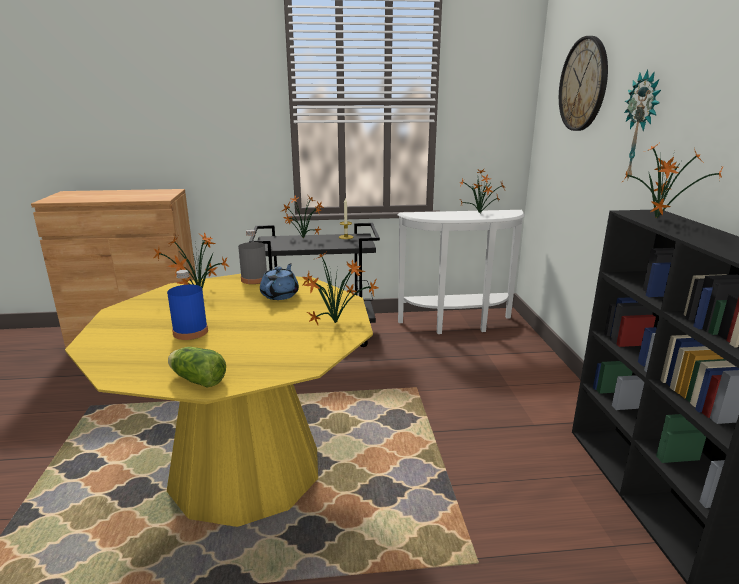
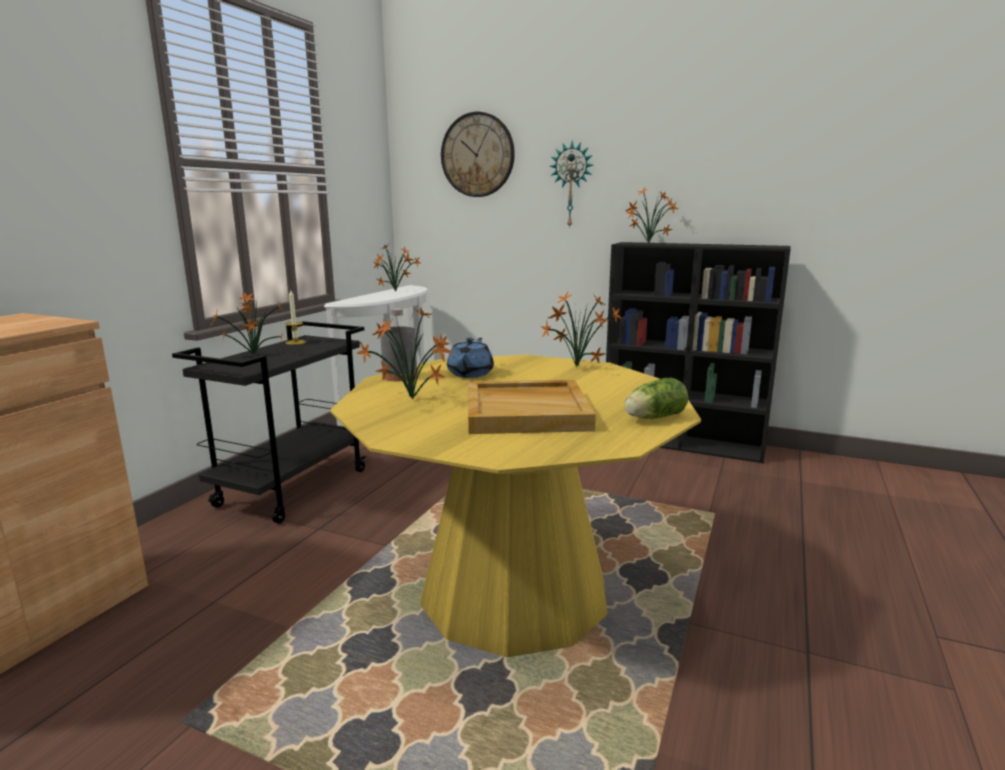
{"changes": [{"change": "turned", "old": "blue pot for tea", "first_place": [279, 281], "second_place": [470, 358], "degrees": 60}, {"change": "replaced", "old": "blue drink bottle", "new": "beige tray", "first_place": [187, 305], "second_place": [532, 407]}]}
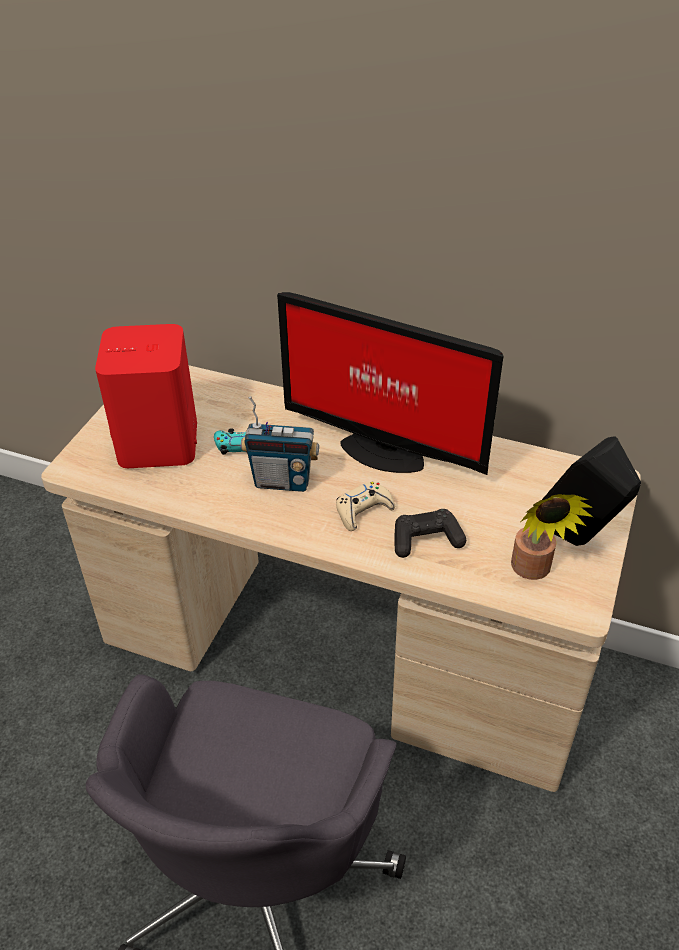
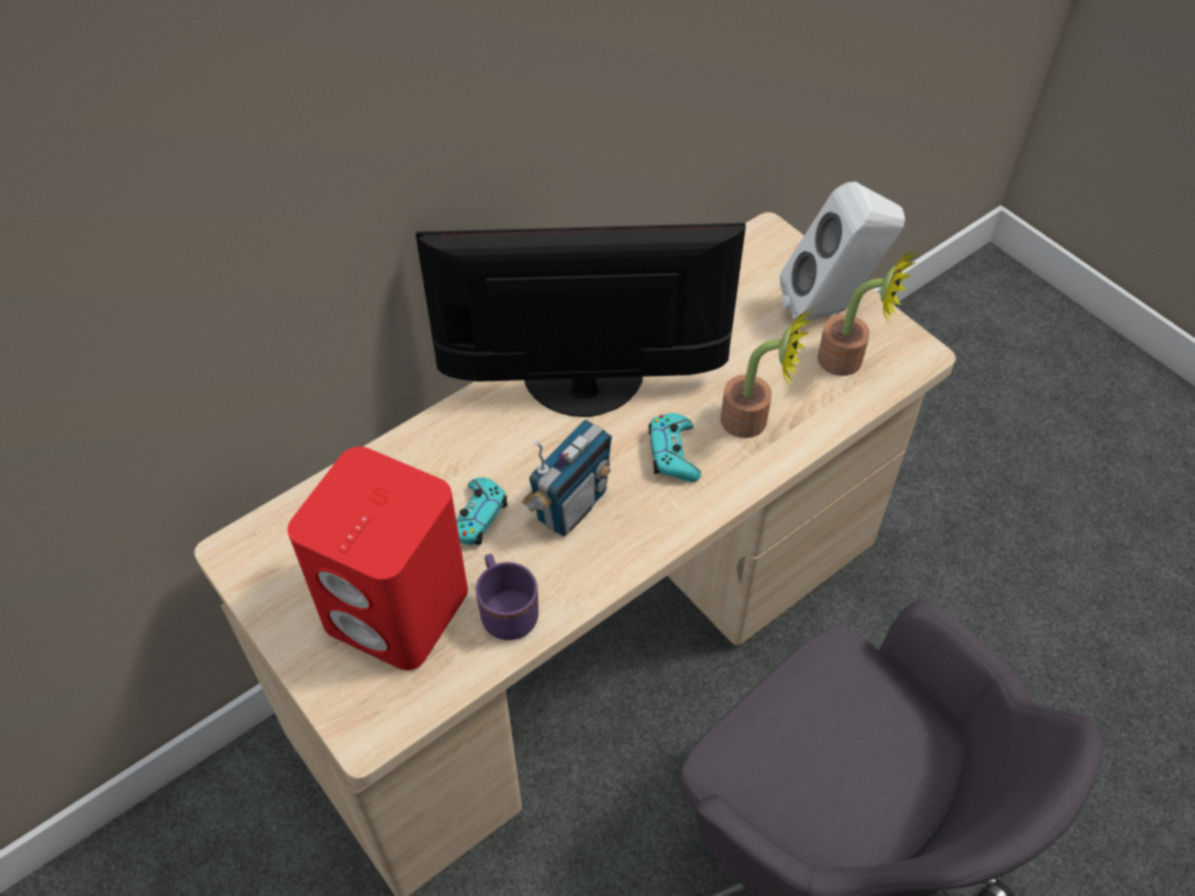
{"changes": [{"change": "turned", "old": "monitor", "first_place": [390, 383], "second_place": [581, 320], "degrees": -150}, {"change": "recoloured", "old": "black-coloured audio speaker", "new": "white audio speaker", "first_place": [591, 491], "second_place": [842, 251]}, {"change": "recoloured", "old": "beige joypad", "new": "blue-green joypad", "first_place": [365, 506], "second_place": [675, 447]}, {"change": "replaced", "old": "black-coloured joypad", "new": "potted plant", "first_place": [430, 533], "second_place": [767, 372]}, {"change": "added", "new": "purplish coffee mug", "second_place": [507, 597]}]}
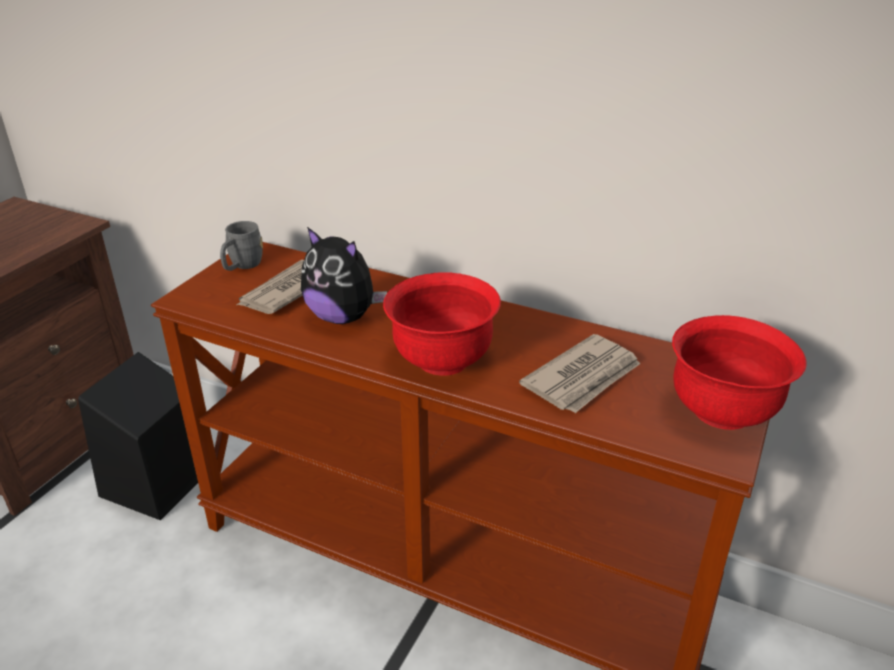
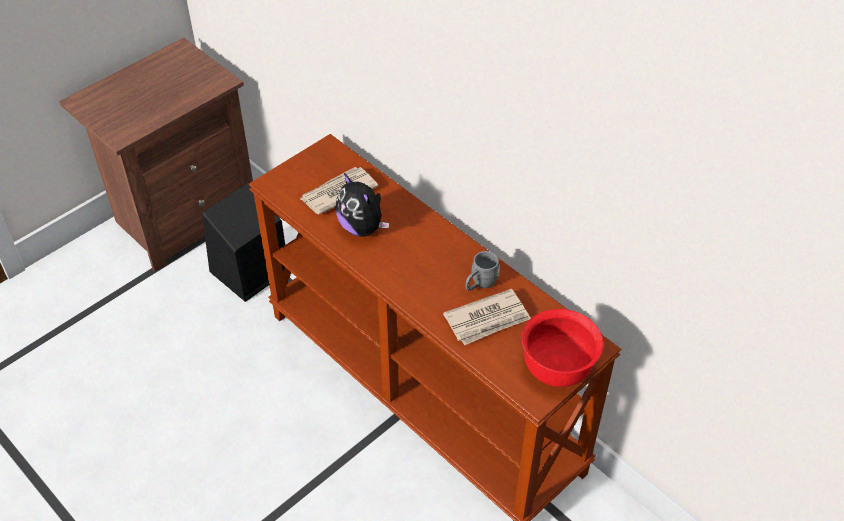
{"changes": [{"change": "moved", "old": "gray coffee mug", "first_place": [241, 246], "second_place": [482, 271]}, {"change": "removed", "old": "reddish serving bowl", "first_place": [442, 324]}]}
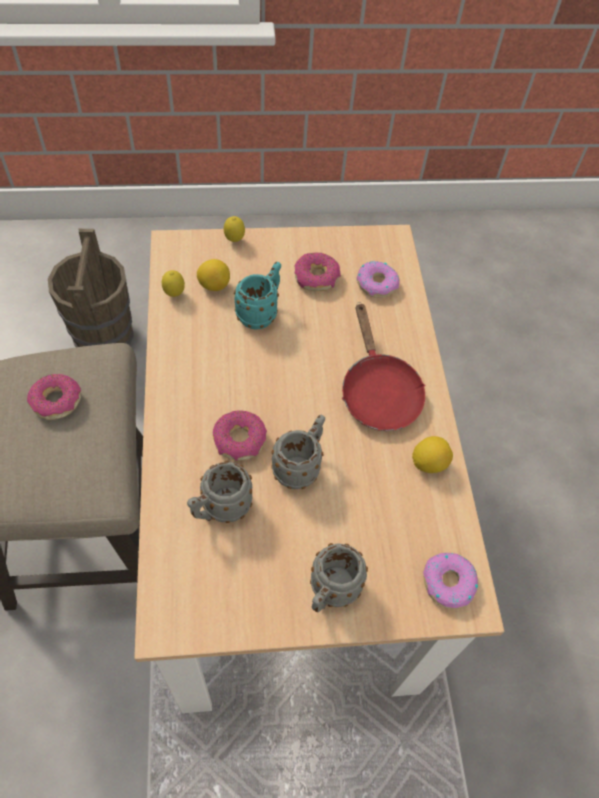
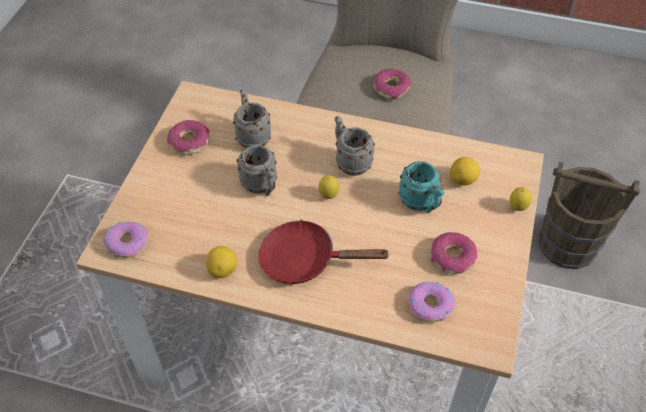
{"changes": [{"change": "moved", "old": "lemon", "first_place": [173, 283], "second_place": [329, 187]}, {"change": "moved", "old": "ring doughnut", "first_place": [240, 435], "second_place": [188, 137]}, {"change": "moved", "old": "gray coffee mug", "first_place": [339, 577], "second_place": [355, 146]}]}
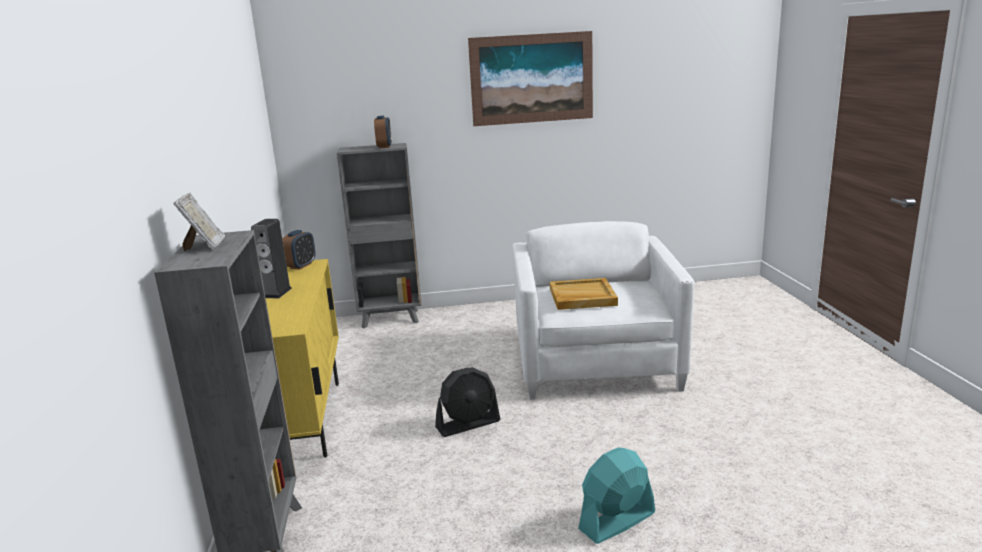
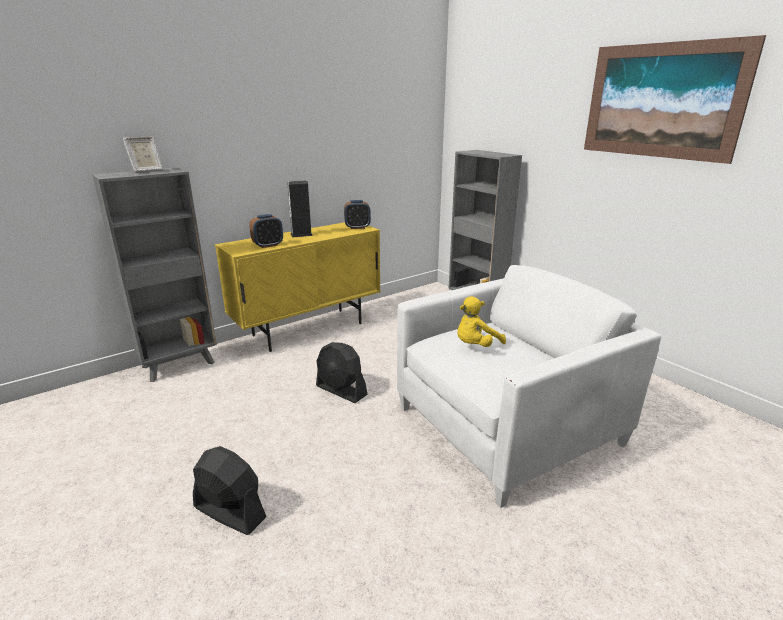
{"changes": [{"change": "moved", "old": "alarm clock", "first_place": [383, 132], "second_place": [266, 231]}, {"change": "replaced", "old": "beige tray", "new": "yellow cuddly toy", "first_place": [584, 294], "second_place": [481, 321]}, {"change": "recoloured", "old": "blue-green electric fan", "new": "black-coloured electric fan", "first_place": [616, 496], "second_place": [230, 490]}]}
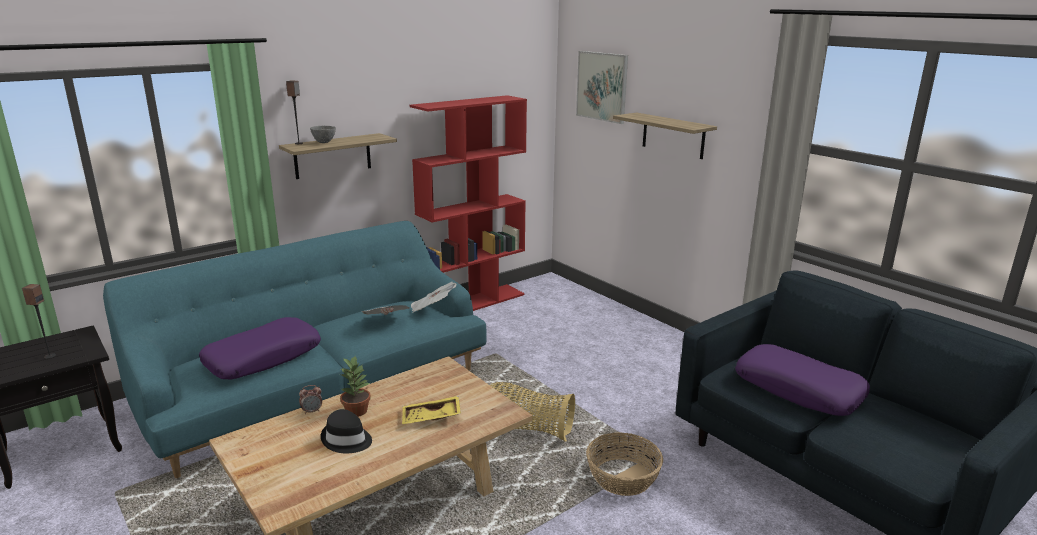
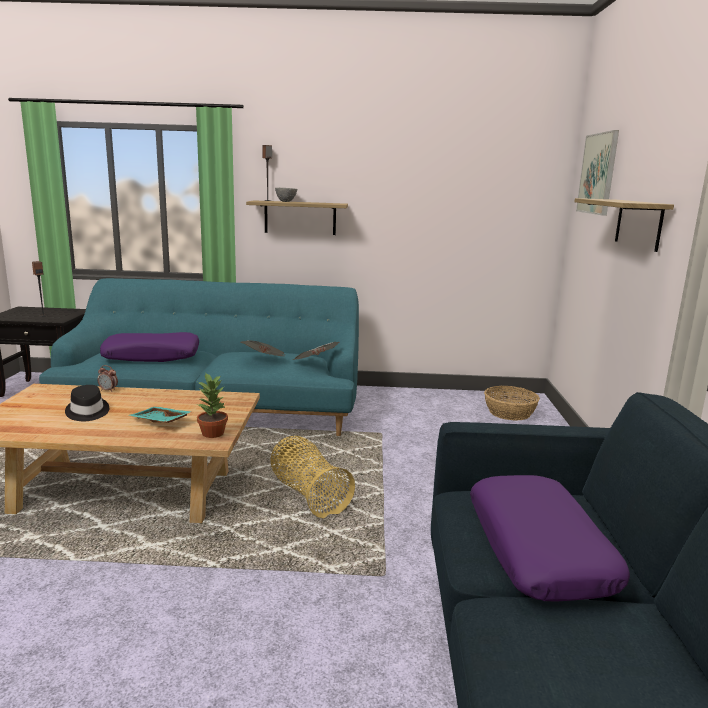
{"changes": [{"change": "removed", "old": "reddish bookshelf", "first_place": [468, 203]}, {"change": "moved", "old": "potted plant", "first_place": [355, 387], "second_place": [212, 405]}, {"change": "recoloured", "old": "yellow tray", "new": "blue-green tray", "first_place": [431, 410], "second_place": [160, 414]}, {"change": "moved", "old": "basket", "first_place": [624, 464], "second_place": [512, 403]}]}
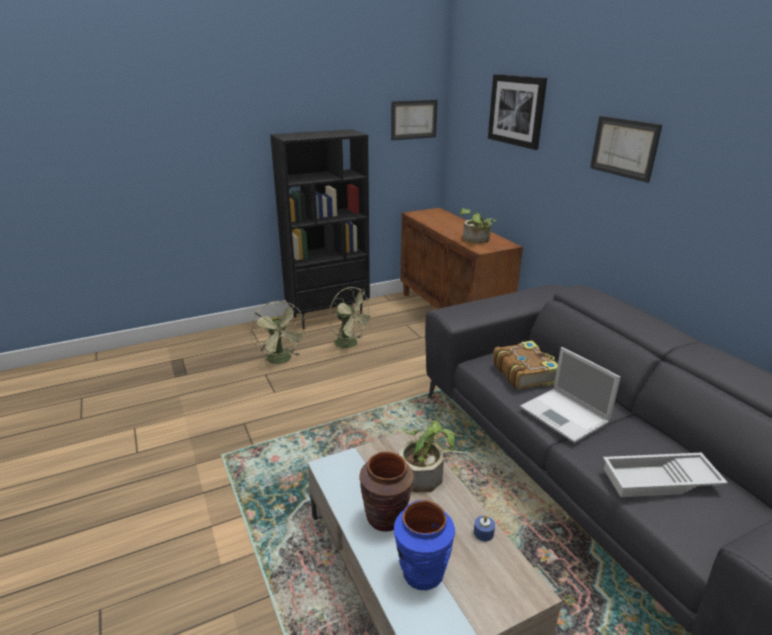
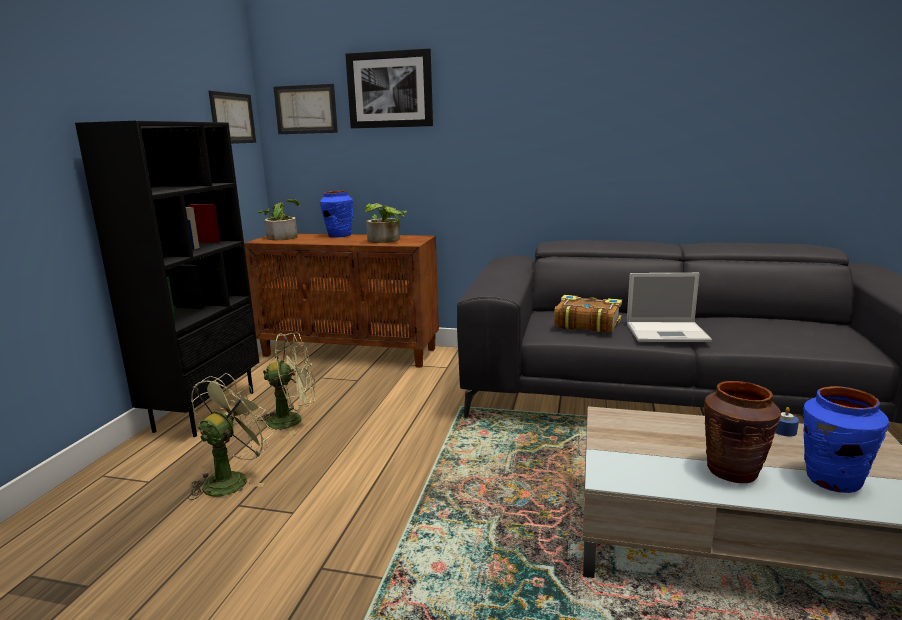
{"changes": [{"change": "moved", "old": "wall art", "first_place": [626, 149], "second_place": [305, 109]}, {"change": "turned", "old": "green-coloured electric fan", "first_place": [278, 334], "second_place": [231, 436], "degrees": -75}, {"change": "moved", "old": "potted plant", "first_place": [427, 456], "second_place": [278, 219]}, {"change": "removed", "old": "white tray", "first_place": [665, 474]}, {"change": "added", "new": "blue vase", "second_place": [336, 214]}]}
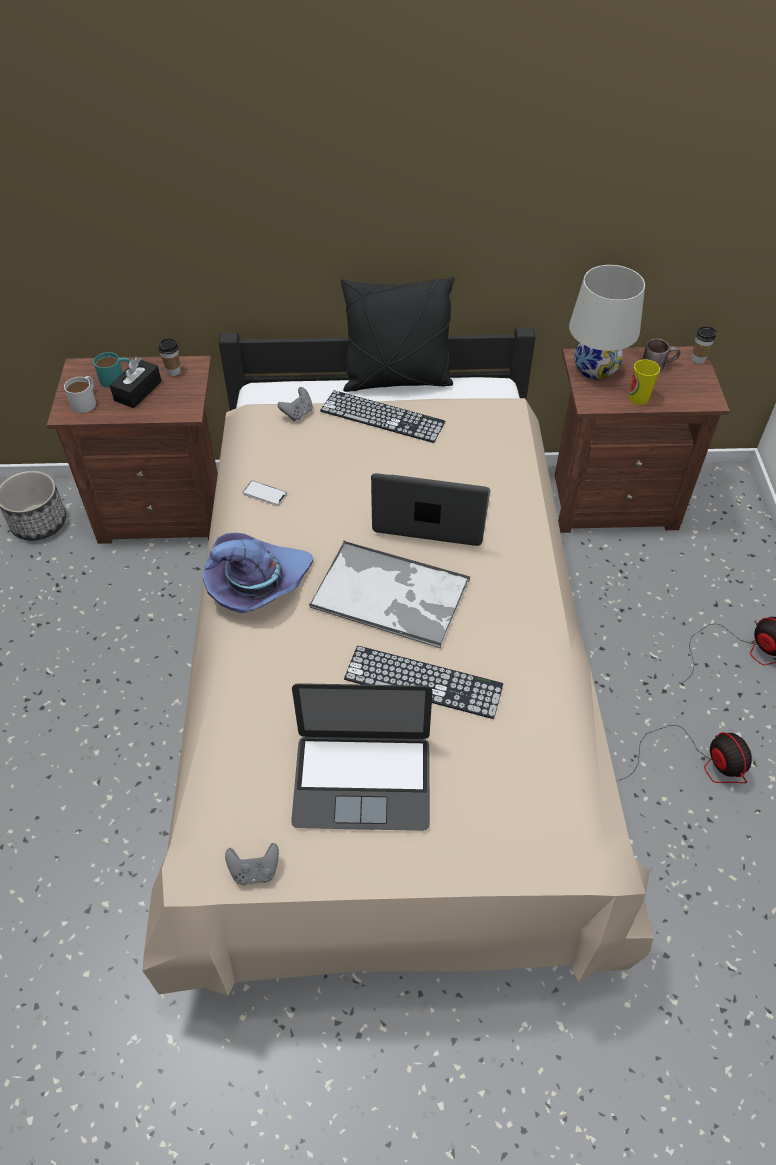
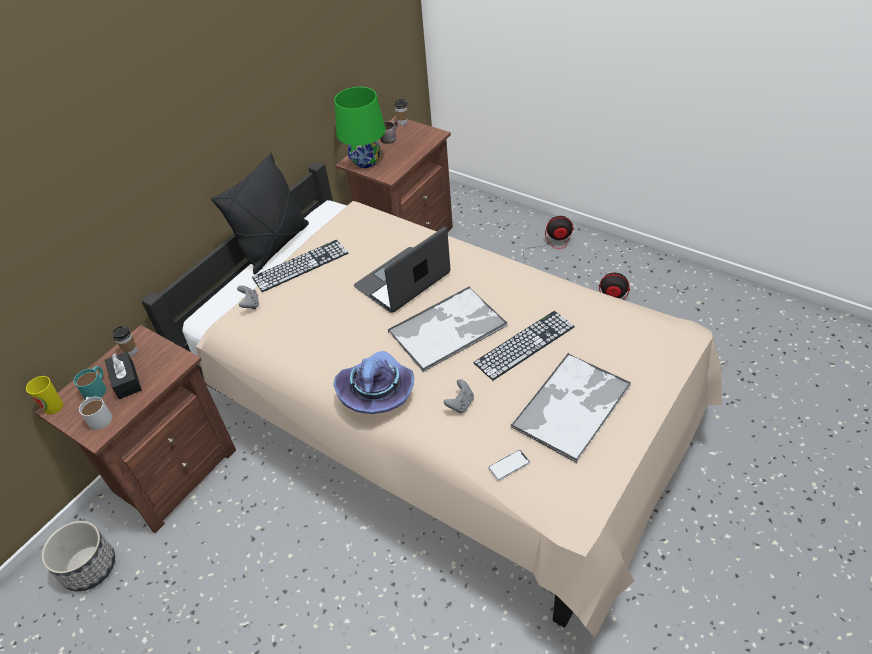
{"changes": [{"change": "recoloured", "old": "white tabletop lamp", "new": "green-coloured tabletop lamp", "first_place": [607, 322], "second_place": [359, 127]}, {"change": "moved", "old": "cup", "first_place": [644, 382], "second_place": [44, 395]}, {"change": "moved", "old": "telephone", "first_place": [265, 493], "second_place": [509, 465]}, {"change": "replaced", "old": "laptop", "new": "tray", "first_place": [362, 757], "second_place": [571, 407]}, {"change": "moved", "old": "gray joypad", "first_place": [252, 864], "second_place": [459, 396]}]}
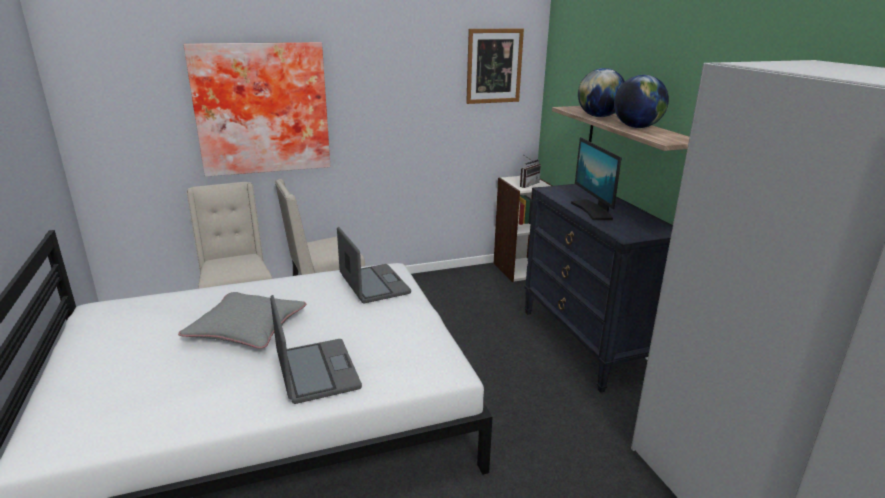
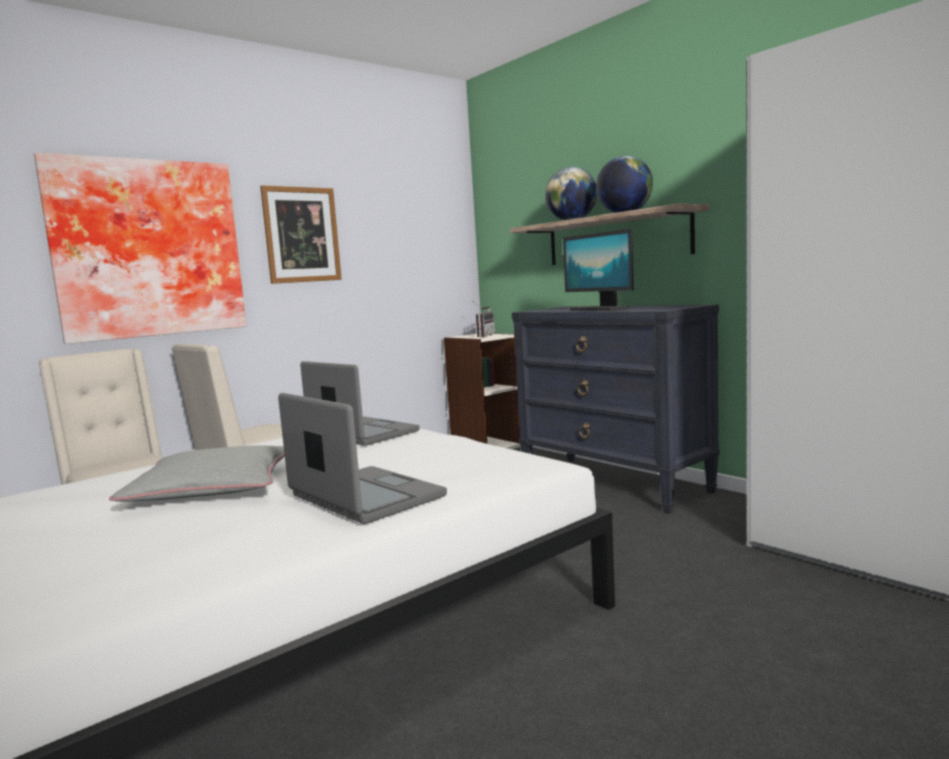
{"changes": [{"change": "moved", "old": "wall art", "first_place": [495, 66], "second_place": [301, 234]}]}
